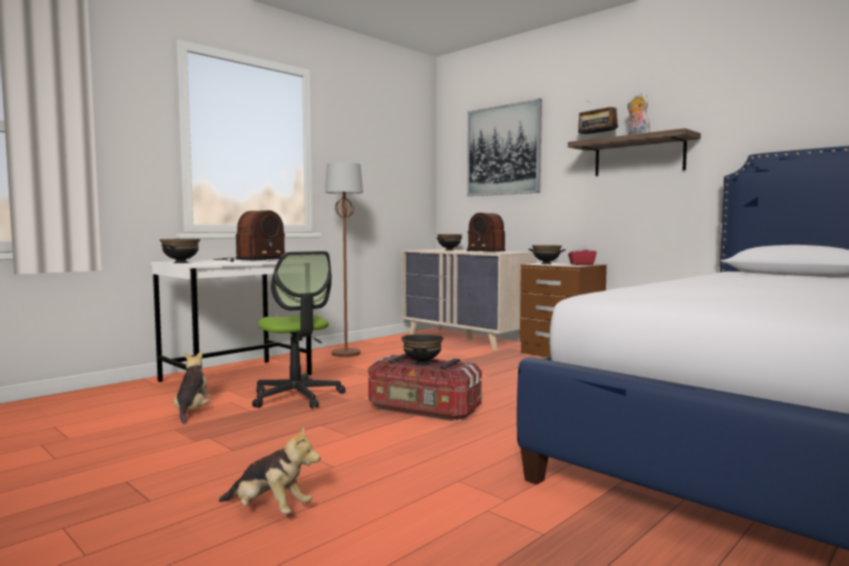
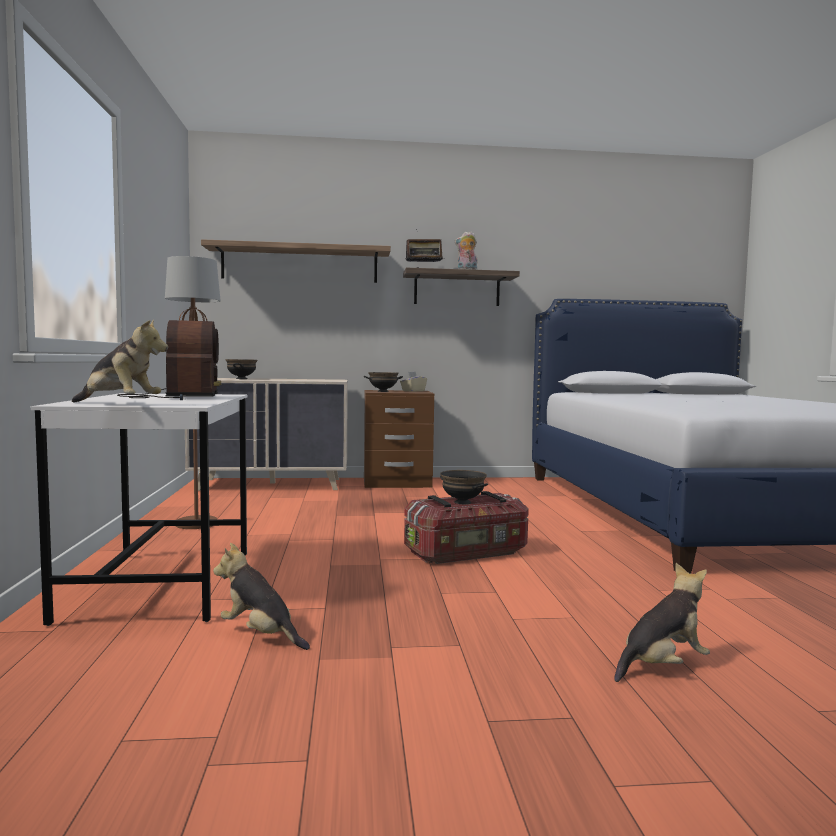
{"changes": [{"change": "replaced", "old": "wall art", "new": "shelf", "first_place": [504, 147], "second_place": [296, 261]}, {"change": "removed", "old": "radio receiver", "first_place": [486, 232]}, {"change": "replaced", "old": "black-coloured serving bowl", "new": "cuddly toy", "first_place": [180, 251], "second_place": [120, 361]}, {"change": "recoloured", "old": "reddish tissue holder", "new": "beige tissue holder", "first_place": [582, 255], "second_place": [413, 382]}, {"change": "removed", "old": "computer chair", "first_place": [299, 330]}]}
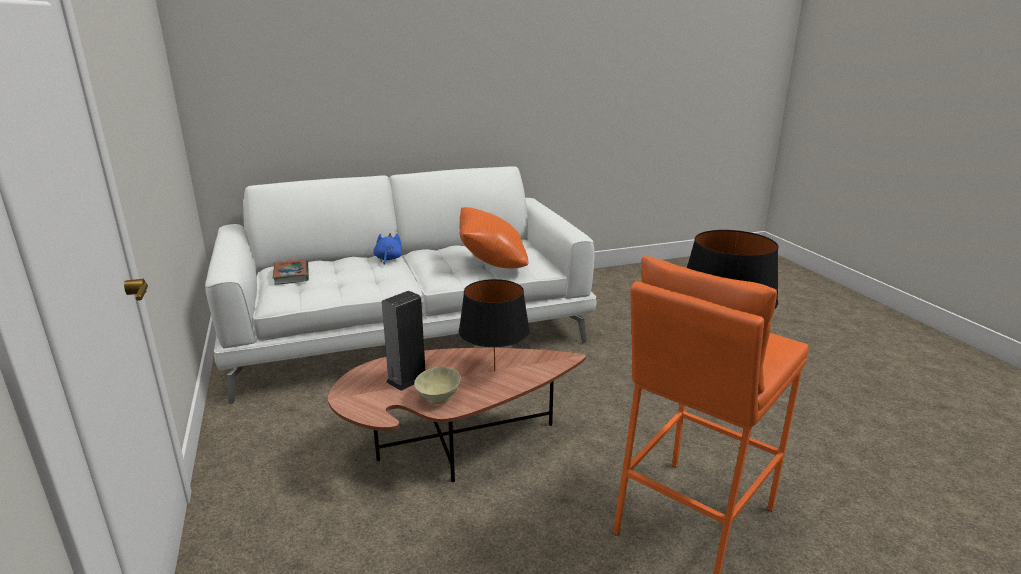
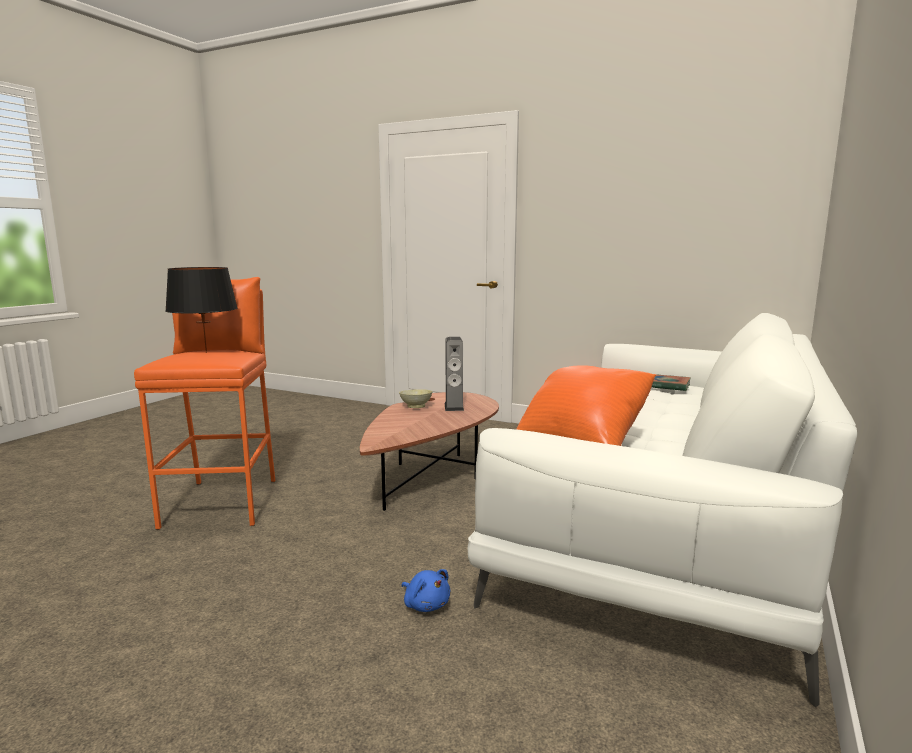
{"changes": [{"change": "moved", "old": "blue cuddly toy", "first_place": [387, 249], "second_place": [425, 590]}, {"change": "removed", "old": "black-coloured tabletop lamp", "first_place": [494, 325]}]}
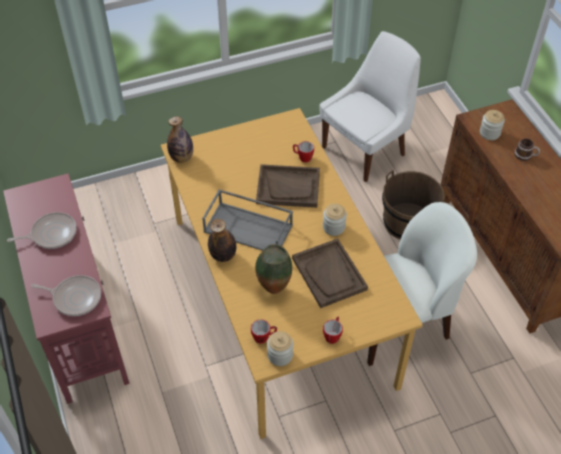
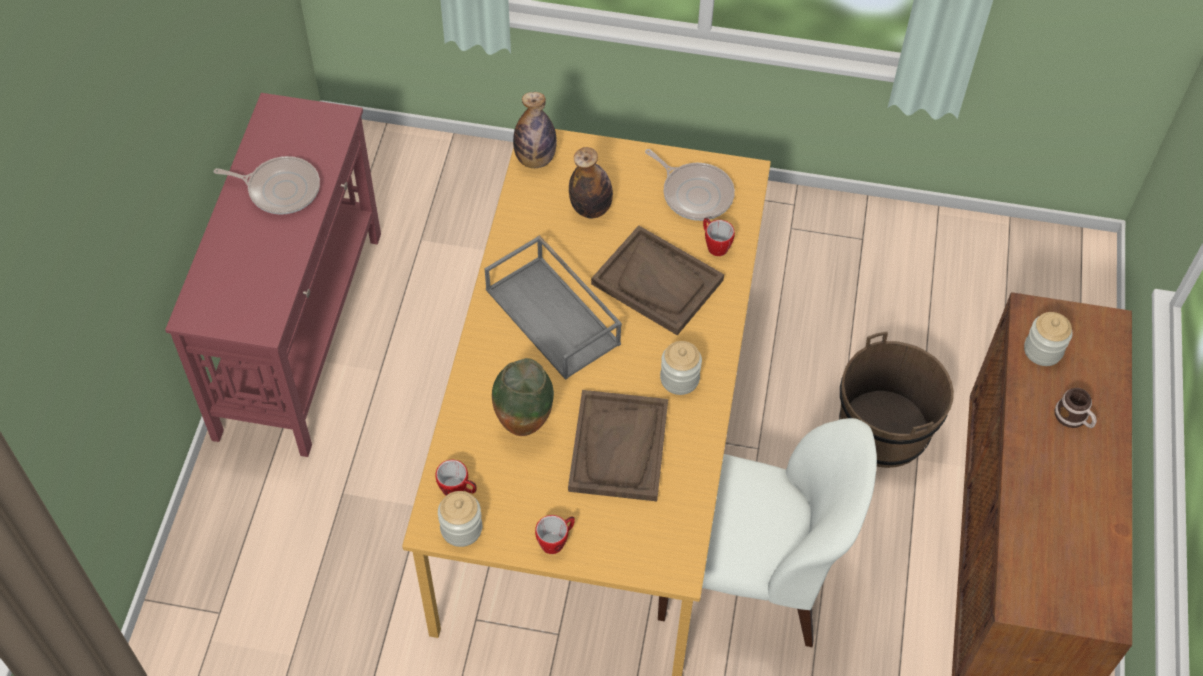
{"changes": [{"change": "removed", "old": "white chair", "first_place": [370, 106]}, {"change": "moved", "old": "drink bottle", "first_place": [222, 240], "second_place": [591, 182]}, {"change": "moved", "old": "pan", "first_place": [66, 295], "second_place": [690, 185]}]}
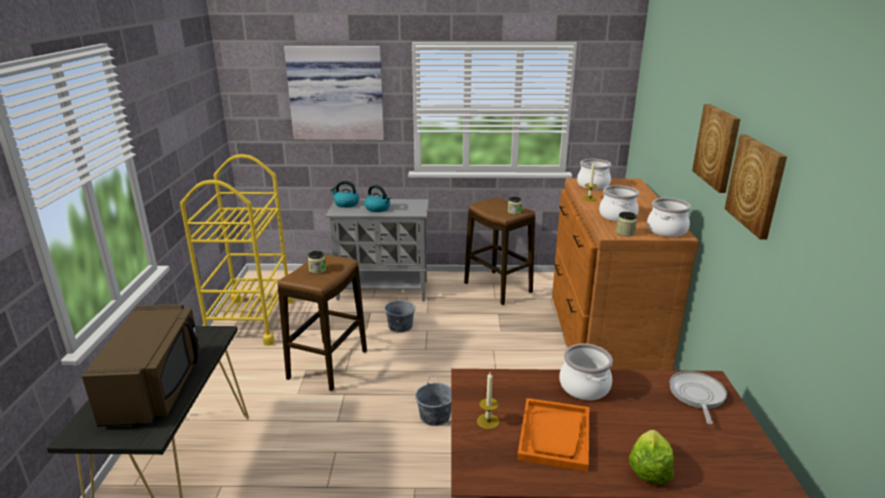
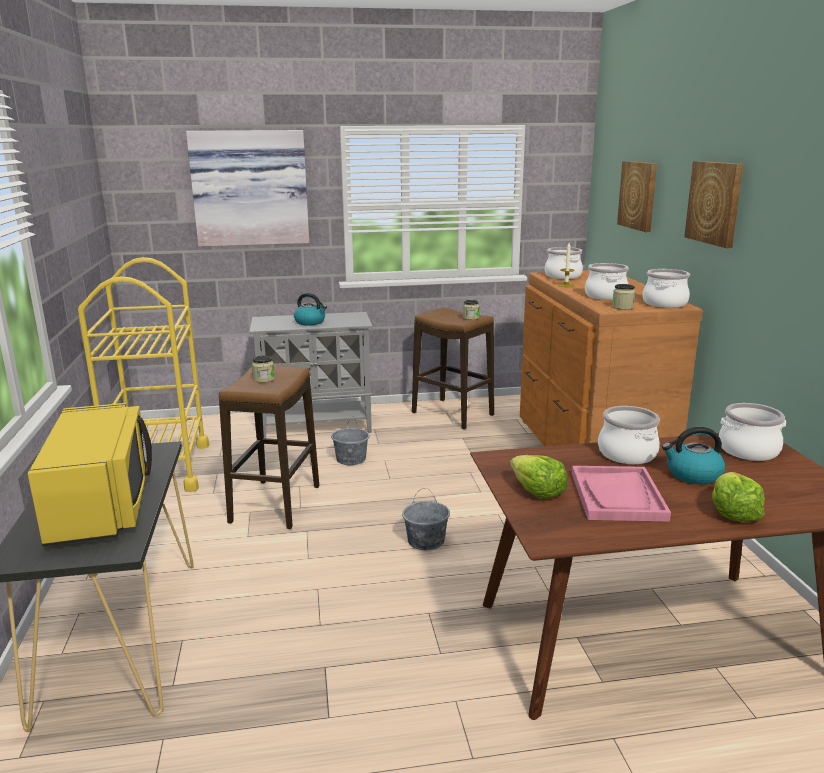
{"changes": [{"change": "moved", "old": "wall art", "first_place": [756, 187], "second_place": [637, 196]}, {"change": "moved", "old": "tea kettle", "first_place": [344, 194], "second_place": [693, 456]}, {"change": "recoloured", "old": "brownish microwave", "new": "yellow microwave", "first_place": [141, 365], "second_place": [90, 474]}, {"change": "replaced", "old": "pan", "new": "cooking pot", "first_place": [698, 398], "second_place": [752, 432]}, {"change": "replaced", "old": "wax candle", "new": "head of lettuce", "first_place": [488, 400], "second_place": [538, 477]}, {"change": "recoloured", "old": "orange-coloured tray", "new": "pink tray", "first_place": [553, 435], "second_place": [621, 494]}]}
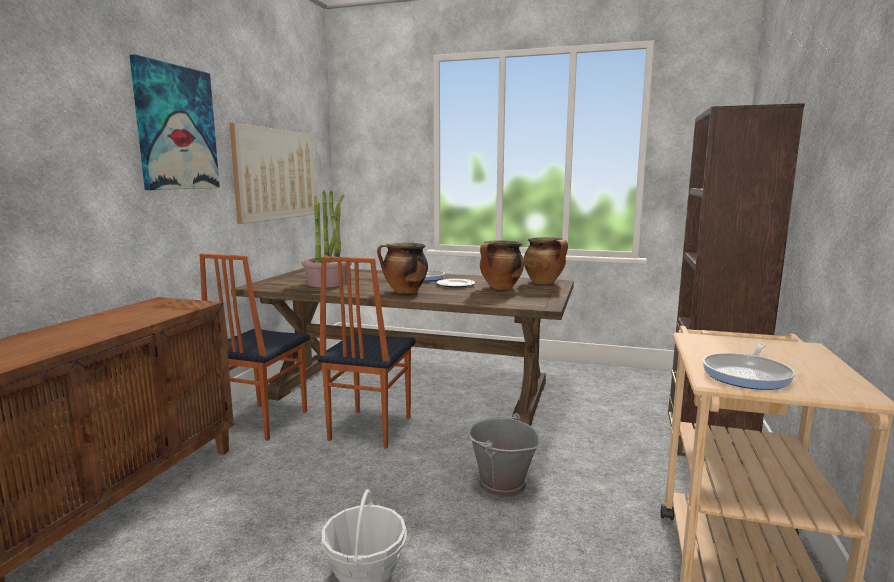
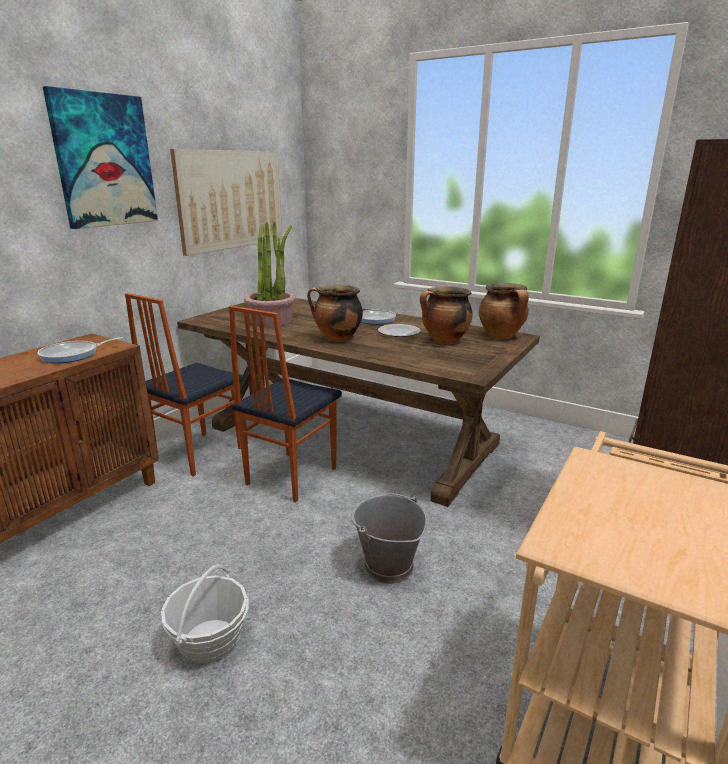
{"changes": [{"change": "moved", "old": "pan", "first_place": [749, 366], "second_place": [80, 350]}]}
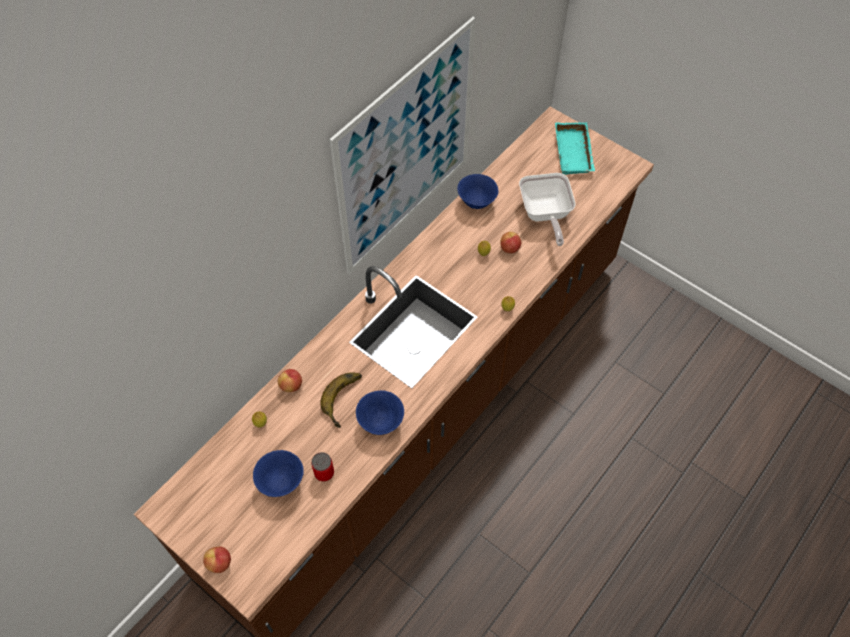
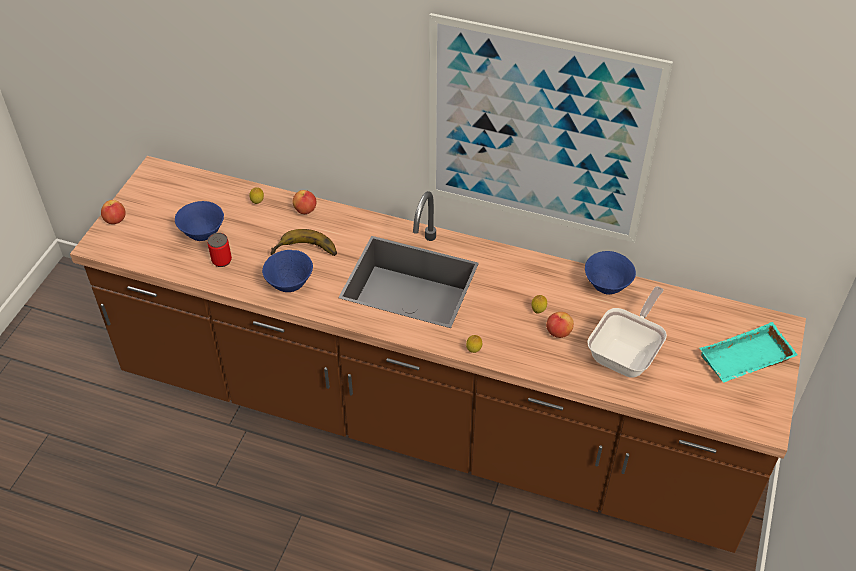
{"changes": [{"change": "turned", "old": "pan", "first_place": [547, 209], "second_place": [627, 332], "degrees": 150}]}
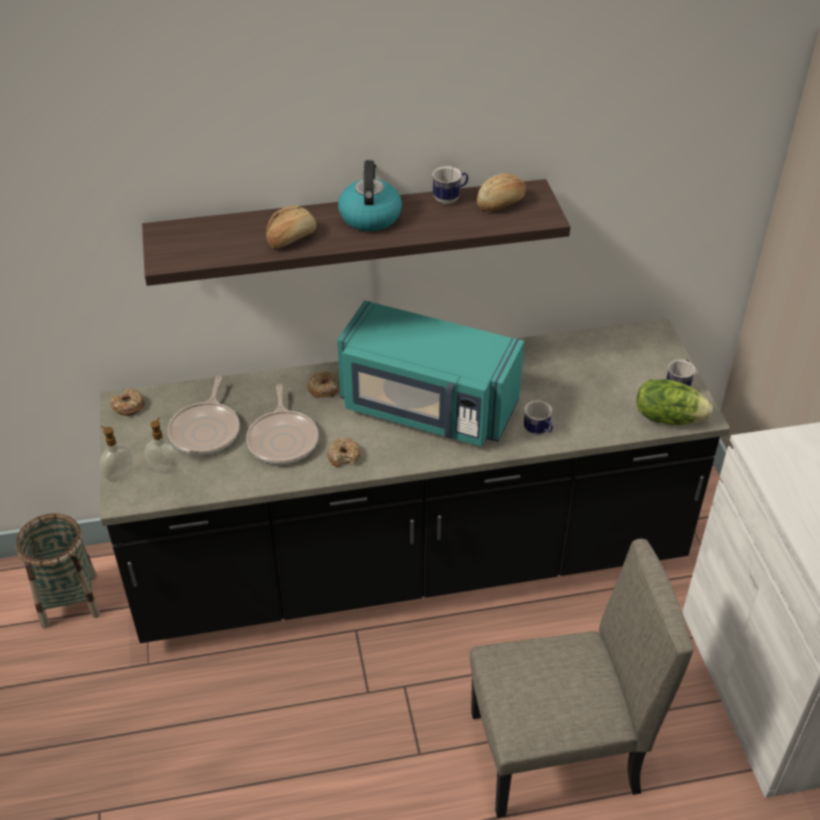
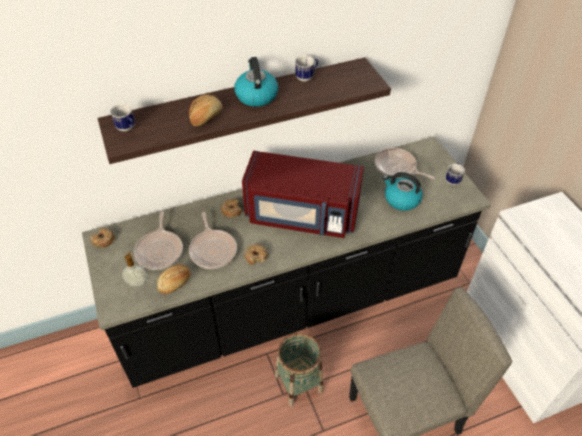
{"changes": [{"change": "moved", "old": "bakery bread", "first_place": [501, 192], "second_place": [173, 279]}, {"change": "recoloured", "old": "blue-green microwave", "new": "reddish microwave", "first_place": [430, 373], "second_place": [303, 194]}, {"change": "removed", "old": "head of lettuce", "first_place": [675, 402]}, {"change": "moved", "old": "coffee mug", "first_place": [538, 418], "second_place": [122, 117]}, {"change": "removed", "old": "soap dispenser", "first_place": [116, 454]}, {"change": "moved", "old": "basket", "first_place": [57, 571], "second_place": [299, 369]}, {"change": "added", "new": "pan", "second_place": [405, 164]}, {"change": "added", "new": "tea kettle", "second_place": [403, 191]}]}
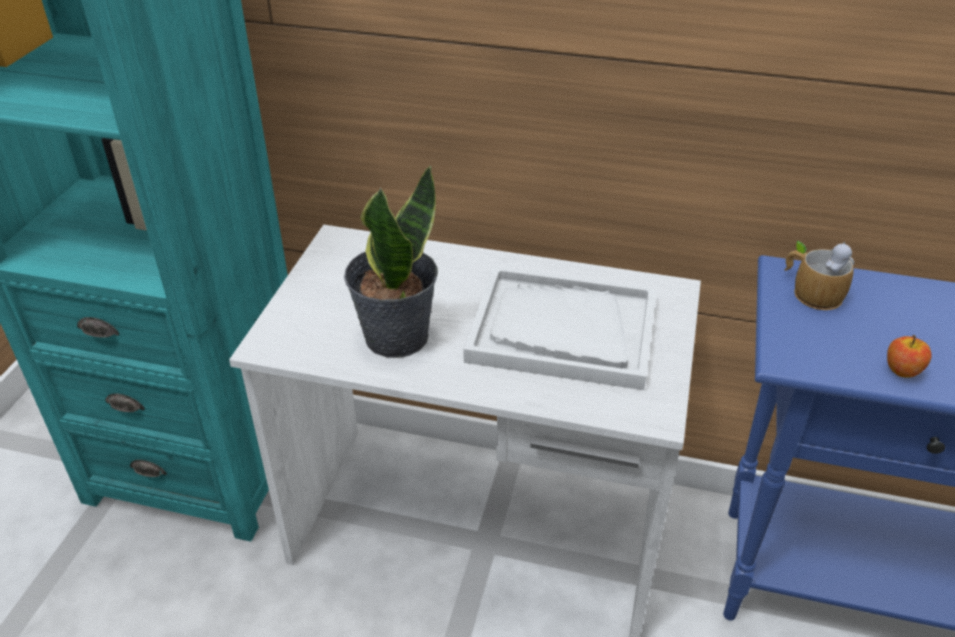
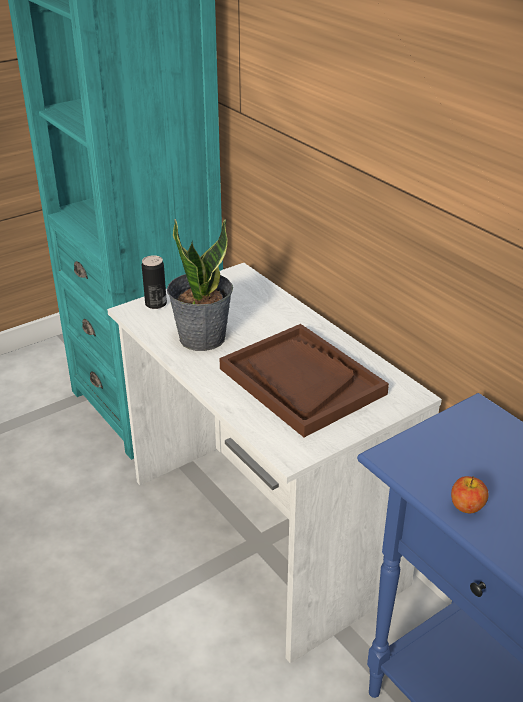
{"changes": [{"change": "removed", "old": "coffee mug", "first_place": [819, 275]}, {"change": "recoloured", "old": "white tray", "new": "brownish tray", "first_place": [560, 328], "second_place": [304, 380]}, {"change": "added", "new": "can", "second_place": [154, 282]}]}
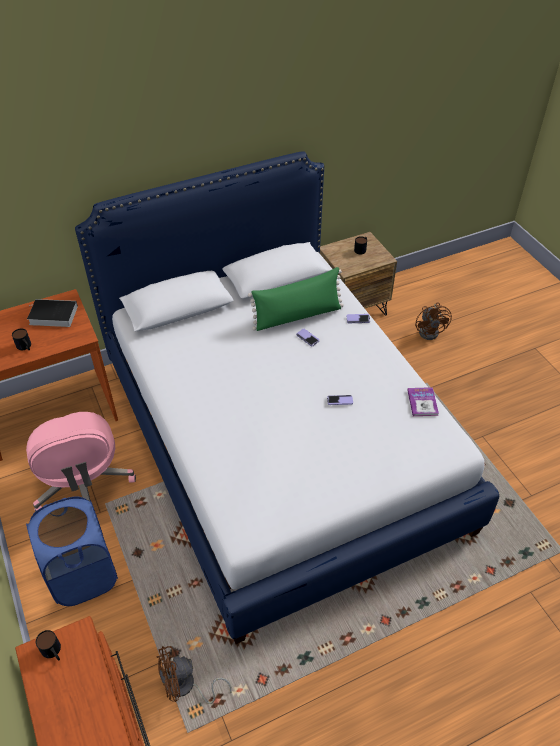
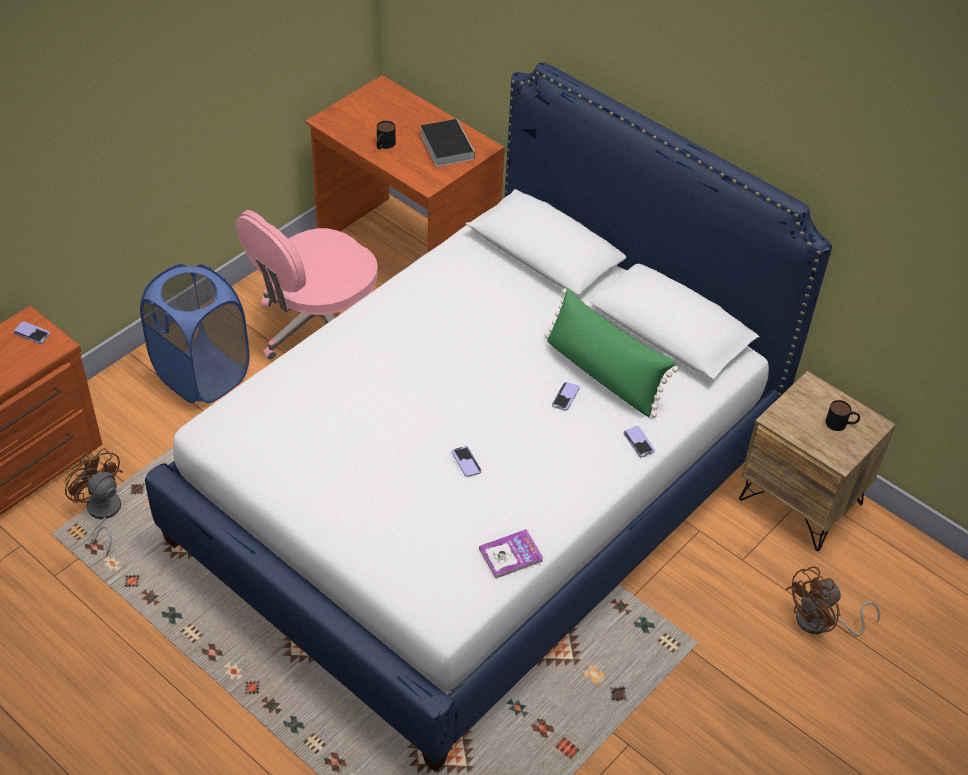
{"changes": [{"change": "replaced", "old": "coffee mug", "new": "telephone", "first_place": [48, 645], "second_place": [32, 332]}]}
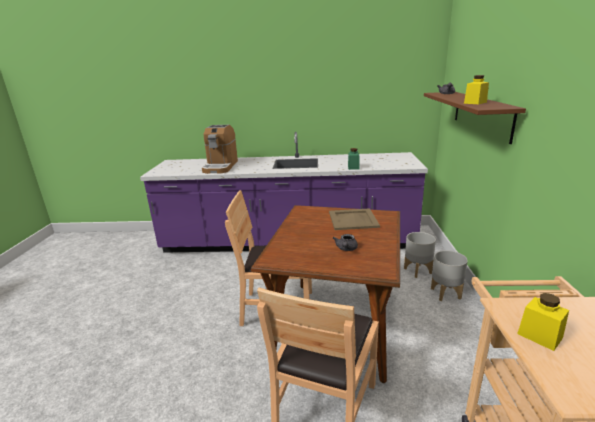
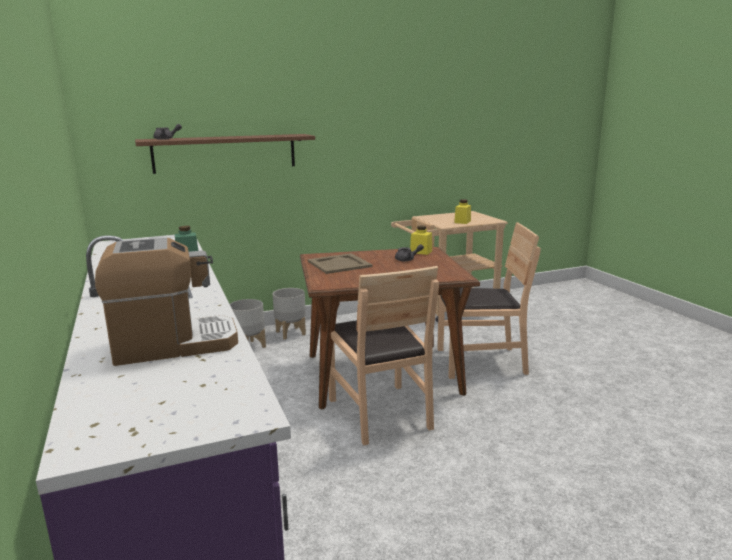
{"changes": [{"change": "moved", "old": "yellow preserve jar", "first_place": [476, 89], "second_place": [421, 240]}]}
